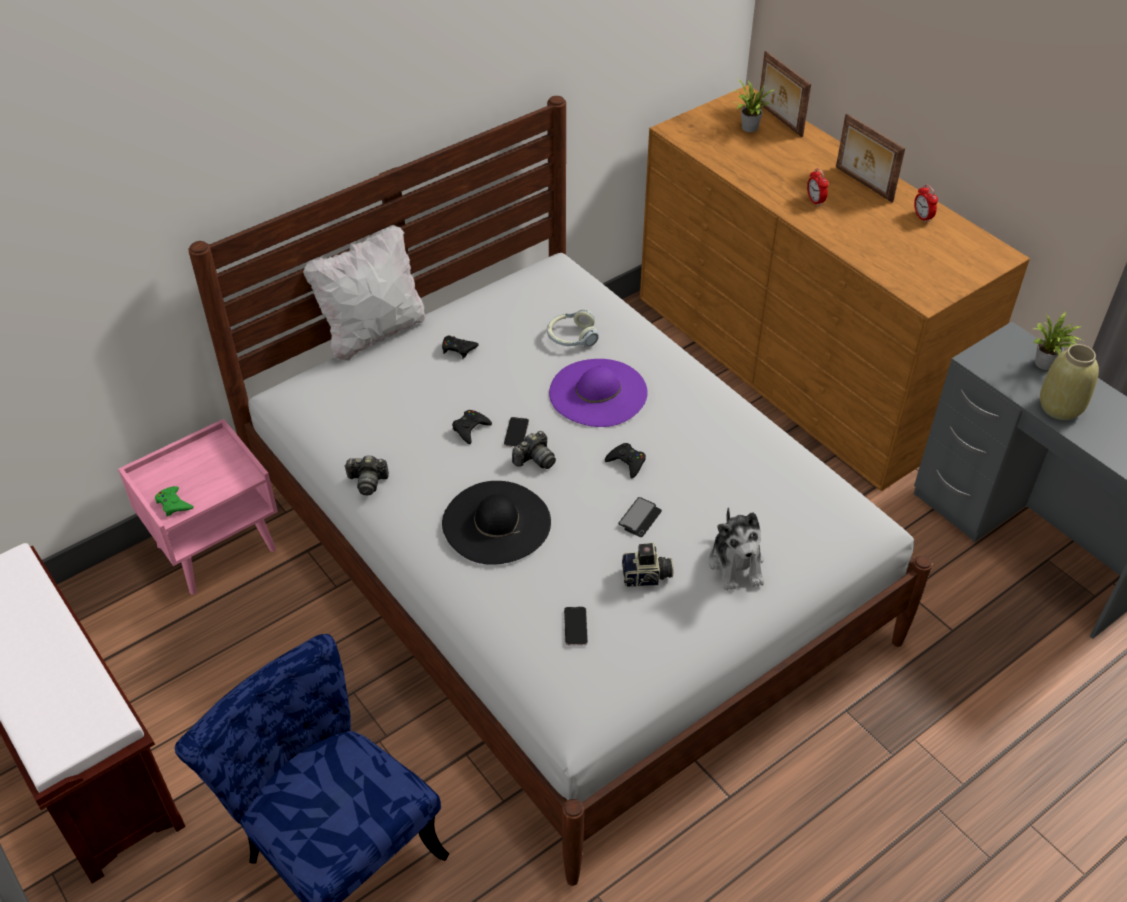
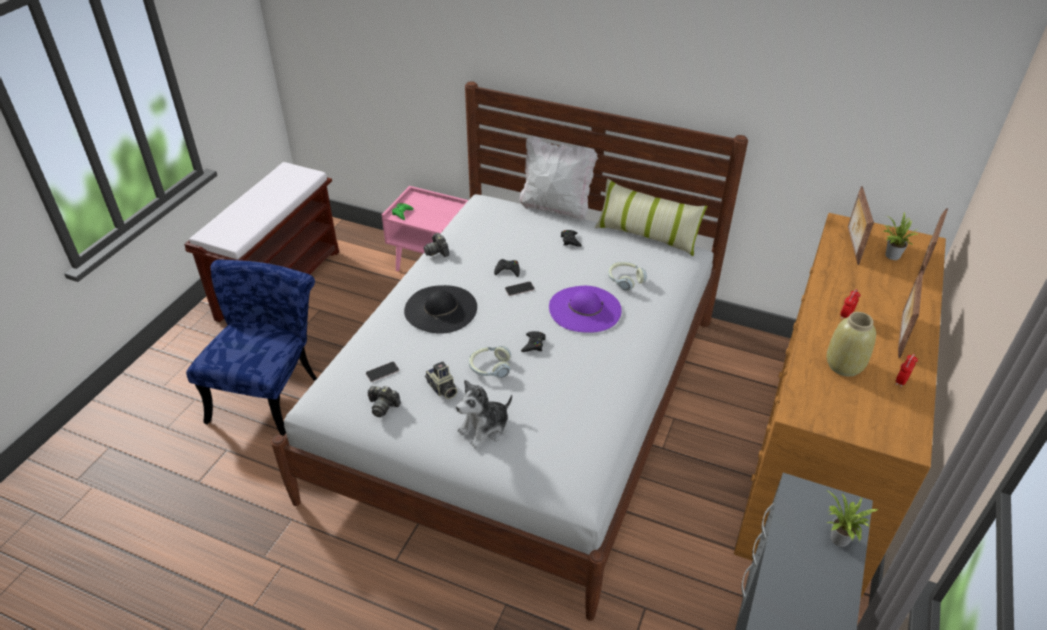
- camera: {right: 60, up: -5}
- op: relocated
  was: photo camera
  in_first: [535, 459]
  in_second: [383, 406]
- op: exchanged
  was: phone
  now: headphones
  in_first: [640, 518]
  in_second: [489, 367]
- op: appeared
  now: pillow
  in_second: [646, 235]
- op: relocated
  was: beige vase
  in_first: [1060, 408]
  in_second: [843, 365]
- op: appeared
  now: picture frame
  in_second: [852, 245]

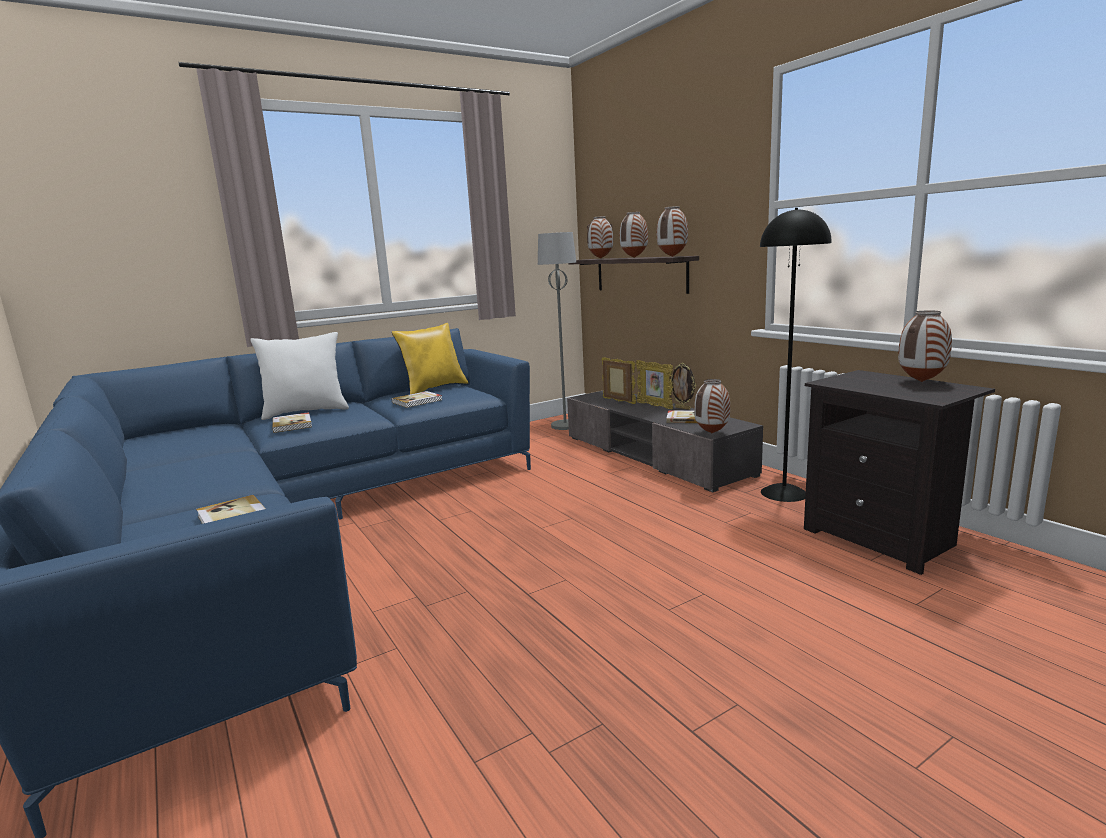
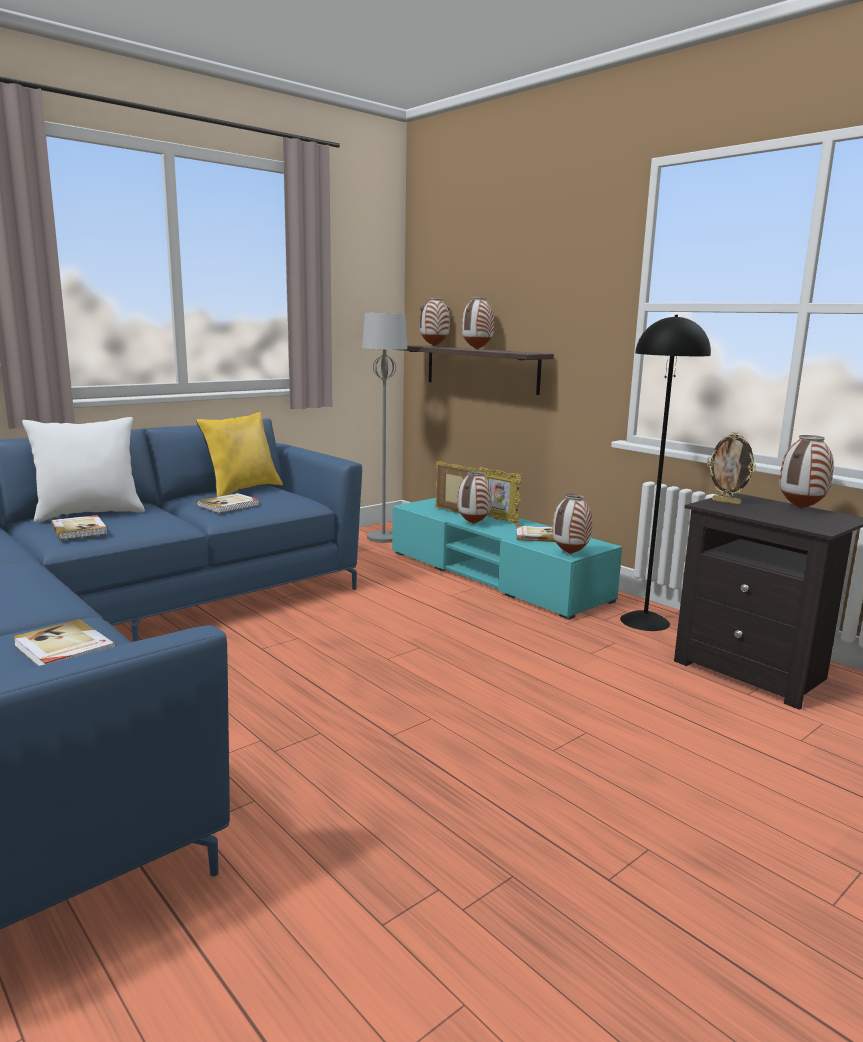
- camera: {right: -10, up: 0}
- op: colour
  was: grey tv stand
  now: turquoise tv stand
  in_first: [654, 455]
  in_second: [495, 575]
- op: relocated
  was: vase
  in_first: [672, 257]
  in_second: [473, 523]
- op: relocated
  was: picture frame
  in_first: [683, 408]
  in_second: [726, 502]

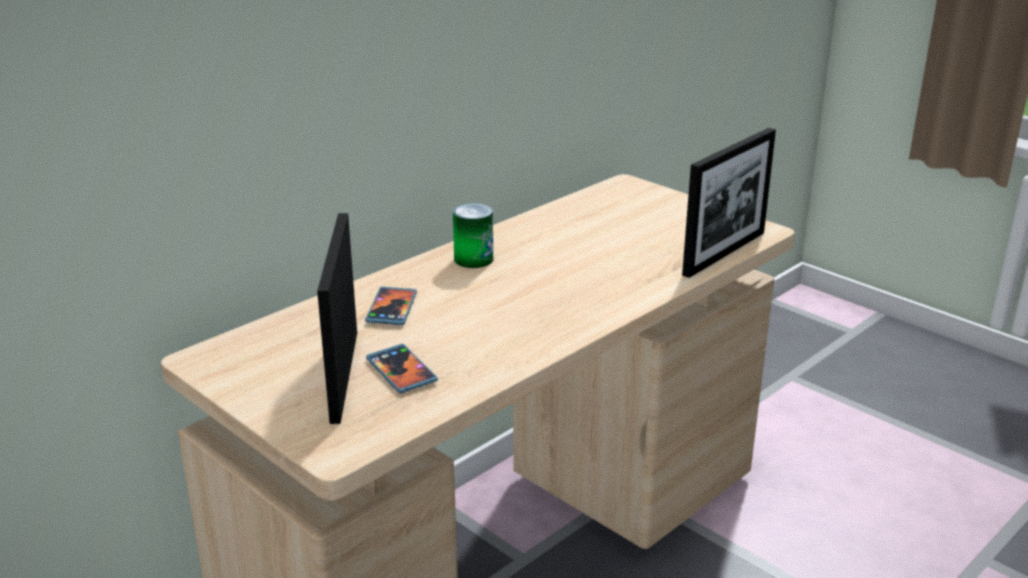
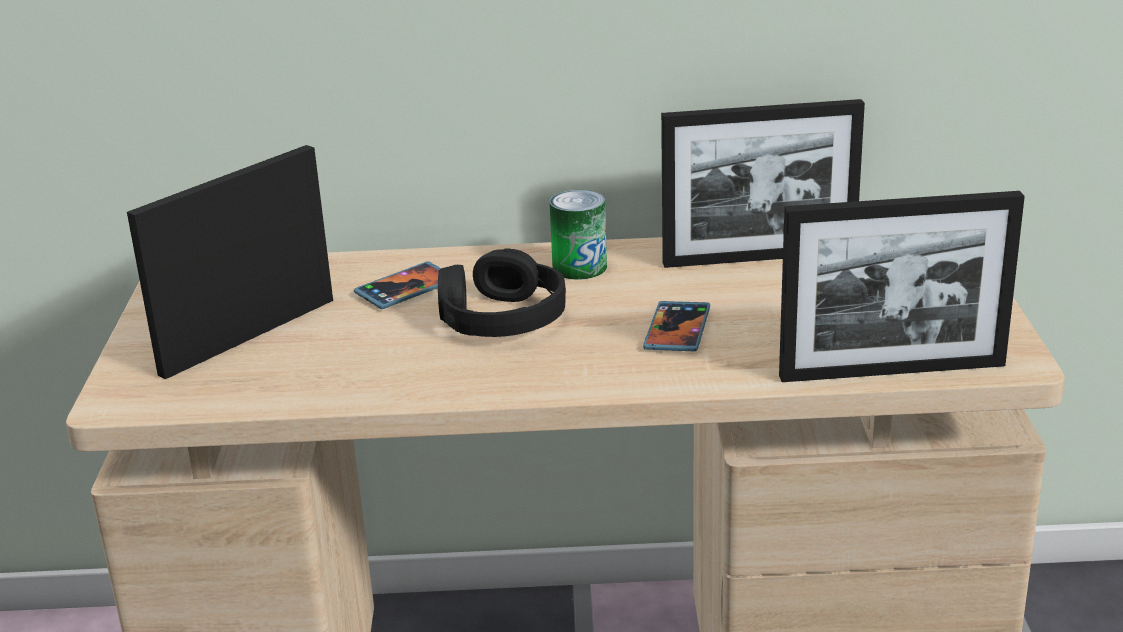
- camera: {right: 45, up: 0}
- op: appeared
  now: black headphones
  in_second: [501, 318]
- op: relocated
  was: phone
  in_first: [401, 371]
  in_second: [677, 330]
- op: appeared
  now: picture frame
  in_second: [759, 258]

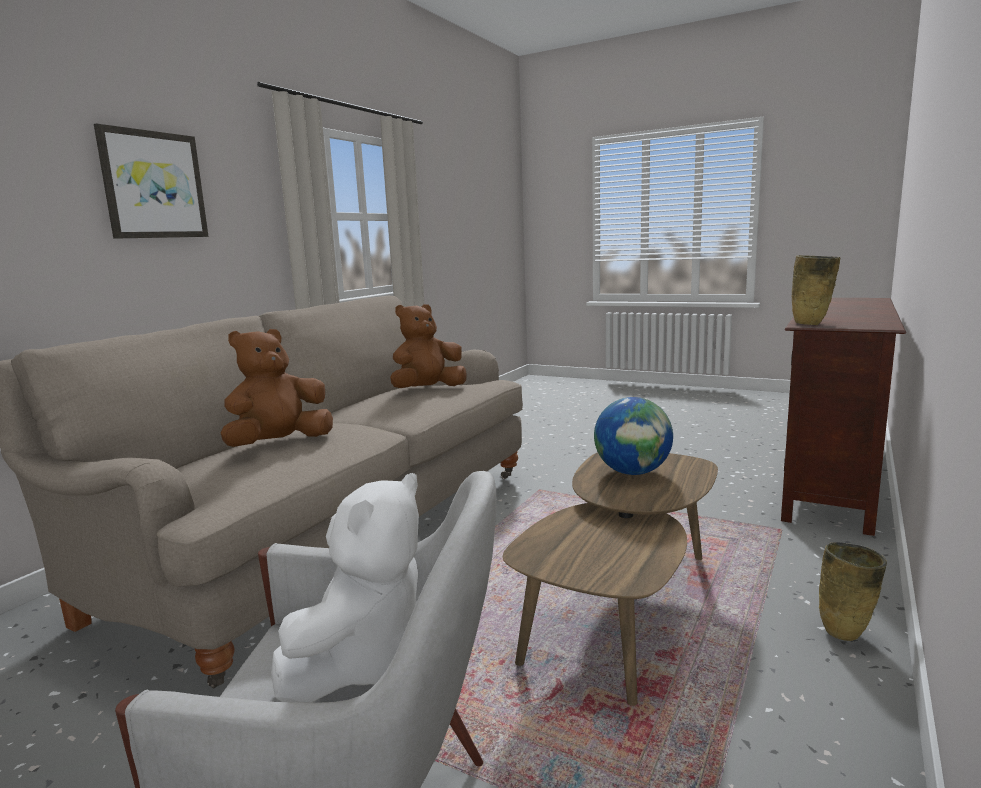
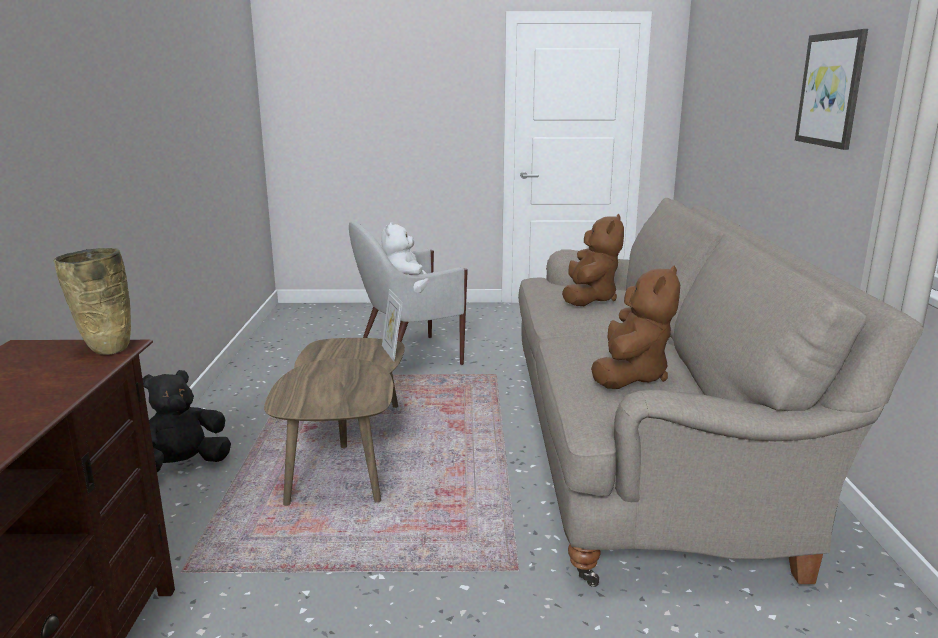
- camera: {right: 150, up: 5}
- op: exchanged
  was: beige vase
  now: black plush toy
  in_first: [846, 634]
  in_second: [183, 466]
- op: appeared
  now: picture frame
  in_second: [392, 352]
- op: missing
  was: globe
  in_first: [632, 472]

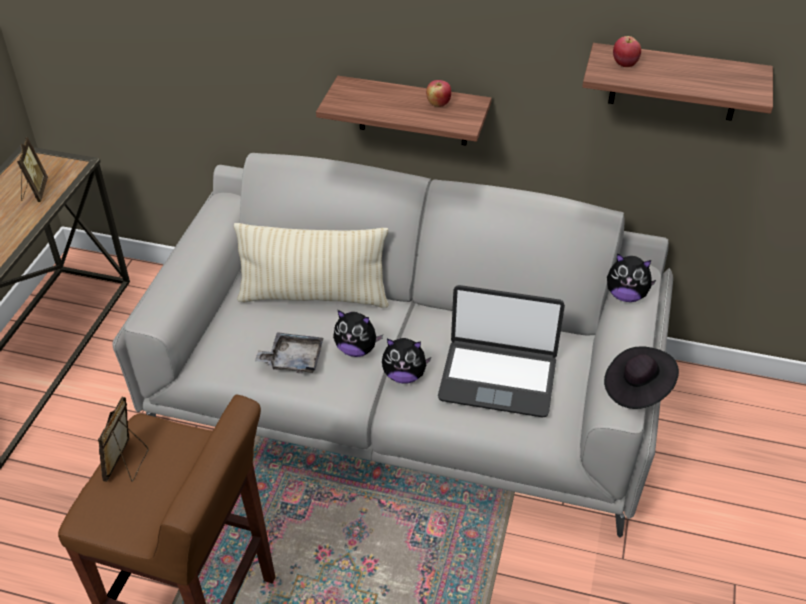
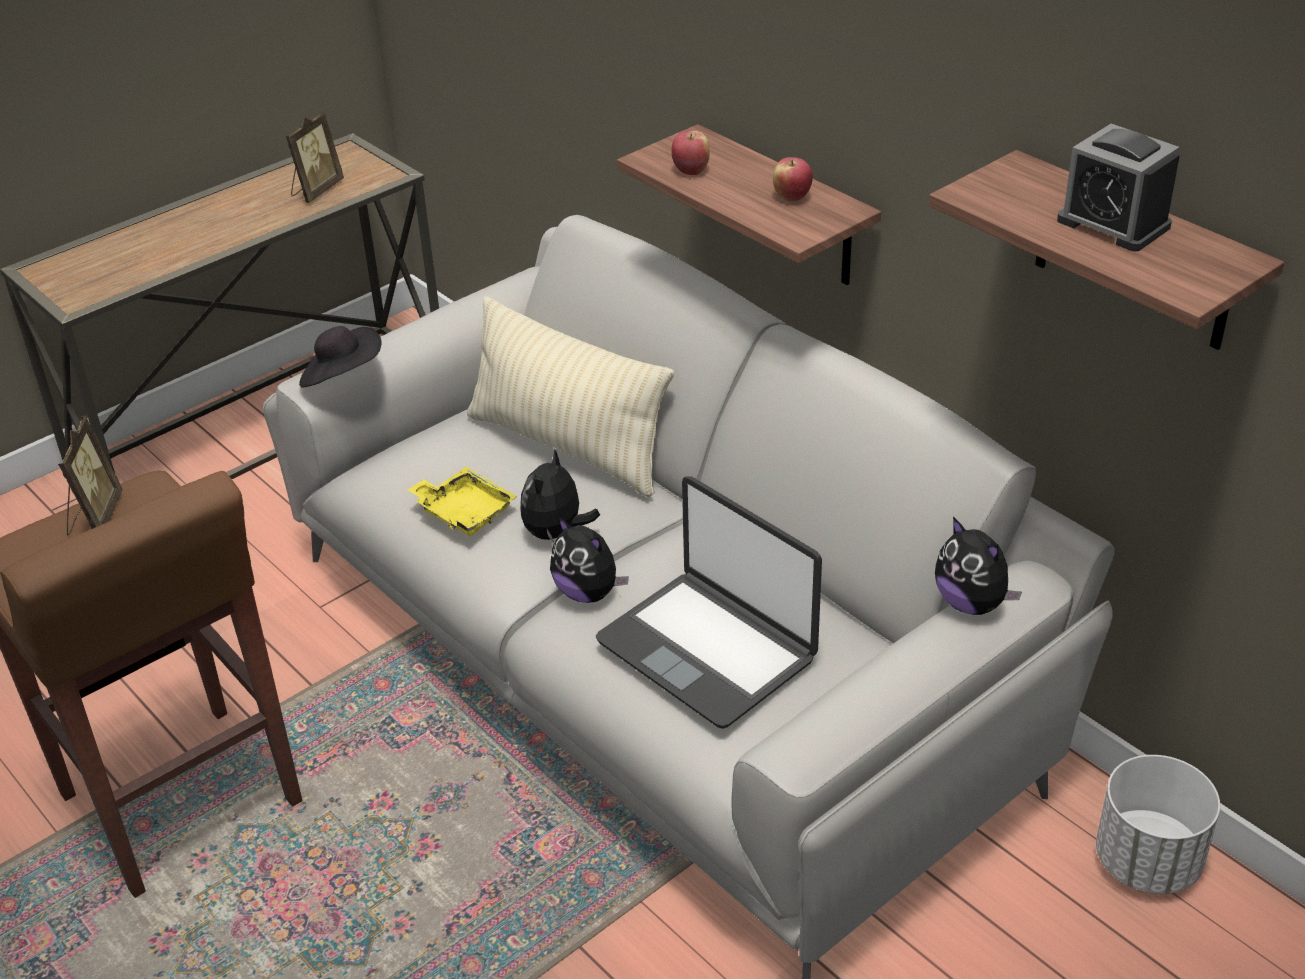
- camera: {right: 35, up: -5}
- op: spun
  was: picture frame
  in_first: [127, 463]
  in_second: [94, 518]
  clockwise: 135
- op: relocated
  was: black hat
  in_first: [637, 388]
  in_second: [342, 377]
- op: colour
  was: grey tray
  now: yellow tray
  in_first: [293, 359]
  in_second: [464, 511]
- op: spun
  was: plush toy
  in_first: [356, 349]
  in_second: [556, 533]
  clockwise: 60
- op: relocated
  was: apple
  in_first: [624, 64]
  in_second: [691, 171]
- op: appeared
  now: alarm clock
  in_second: [1113, 223]
- op: appeared
  now: white planter
  in_second: [1148, 861]

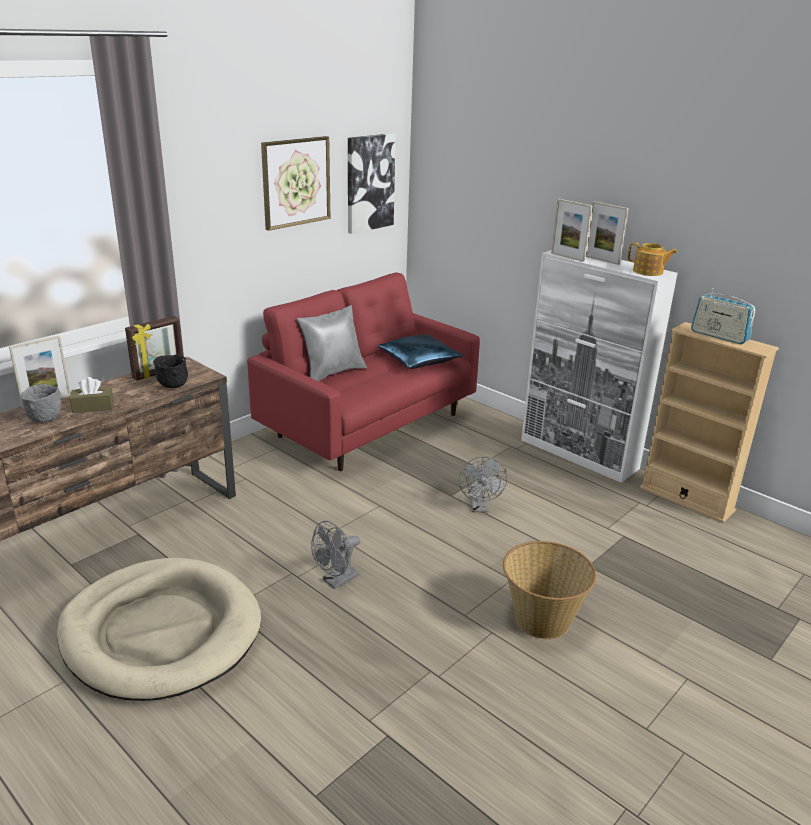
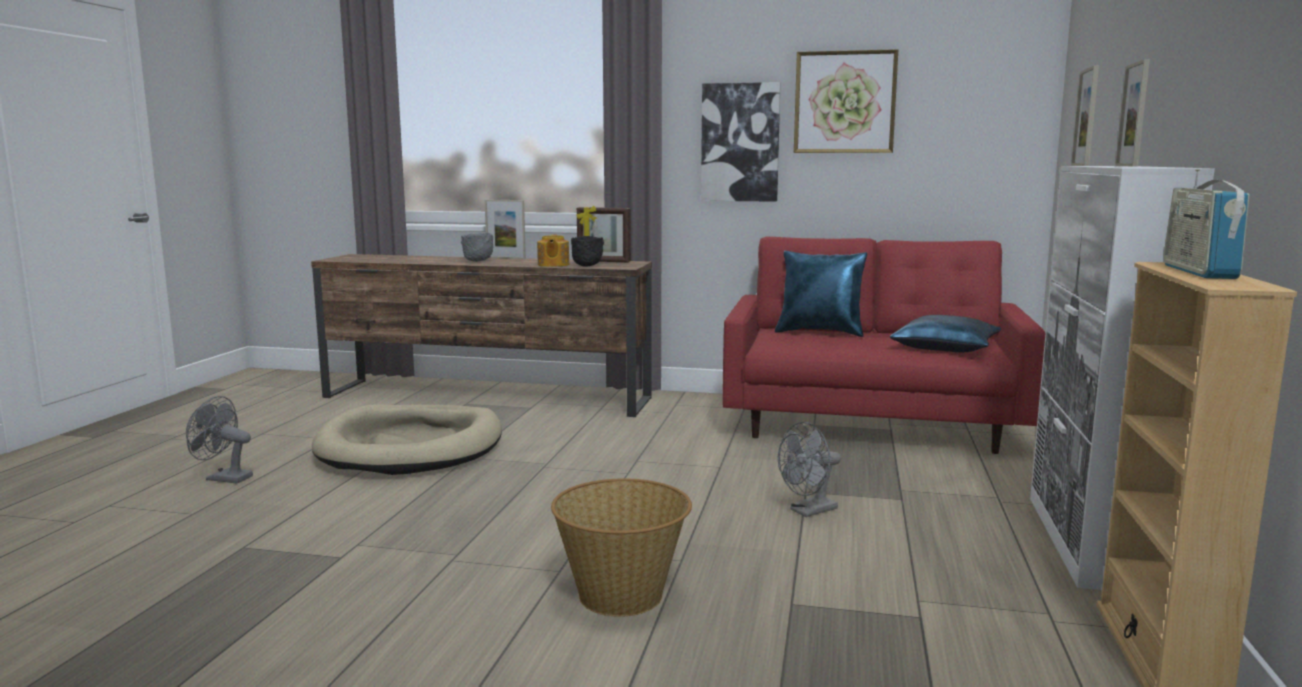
- camera: {right: 60, up: -15}
- op: relocated
  was: grey fan
  in_first: [336, 581]
  in_second: [223, 478]
- op: relocated
  was: teapot
  in_first: [648, 272]
  in_second: [553, 265]
- op: relocated
  was: picture
  in_first: [369, 183]
  in_second: [740, 142]
- op: colour
  was: grey pillow
  now: blue pillow
  in_first: [332, 373]
  in_second: [820, 332]
- op: missing
  was: brown tissue box
  in_first: [93, 407]

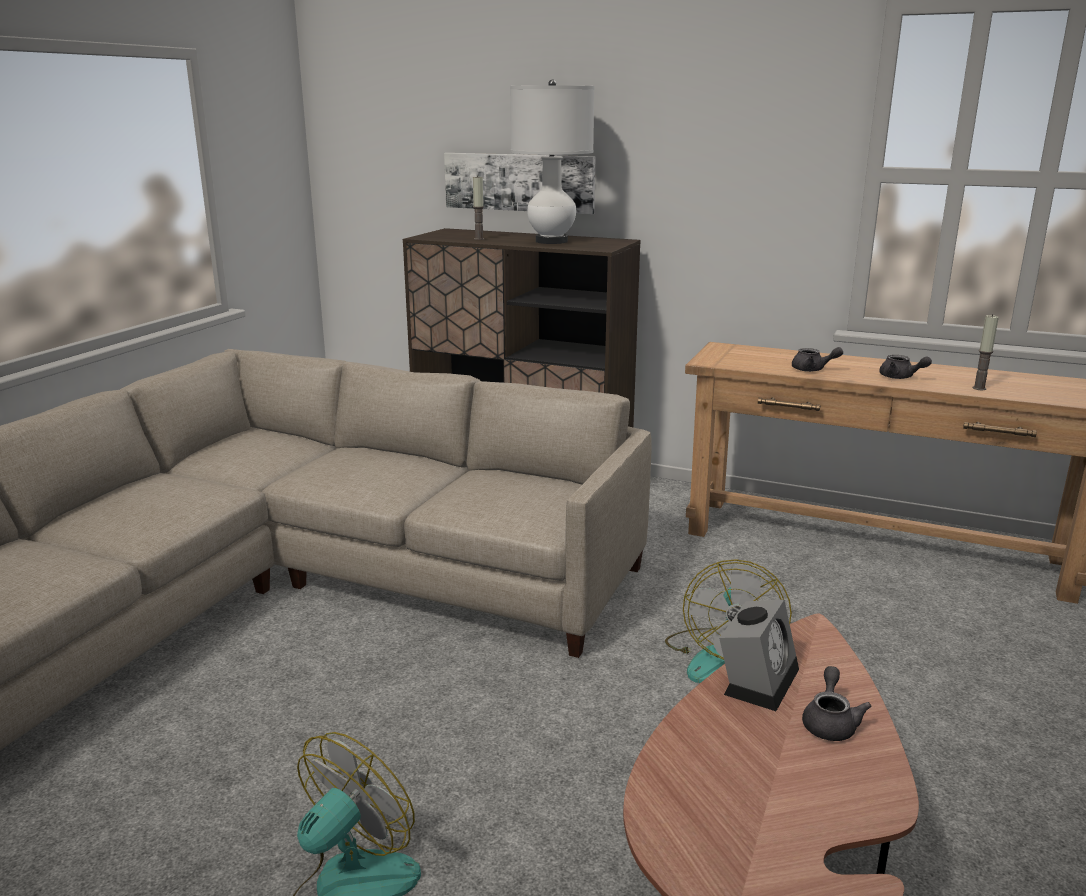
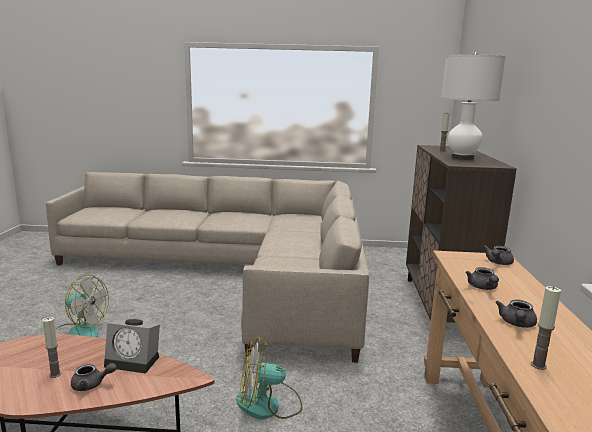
- camera: {right: 70, up: -5}
- op: appeared
  now: candle
  in_second: [55, 374]
- op: appeared
  now: grey teapot
  in_second: [497, 263]
- op: missing
  was: picture
  in_first: [519, 182]

